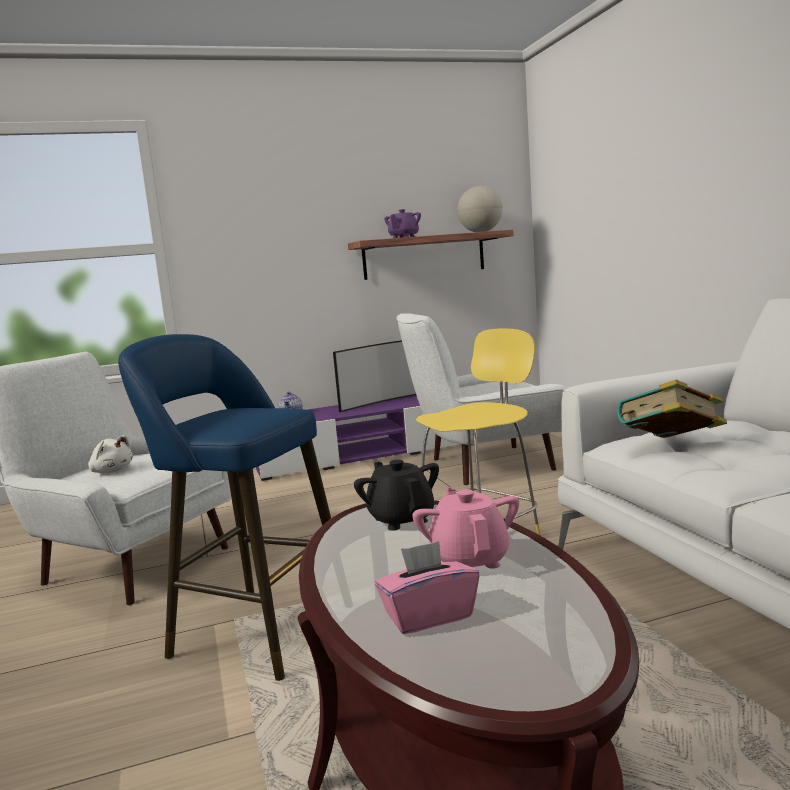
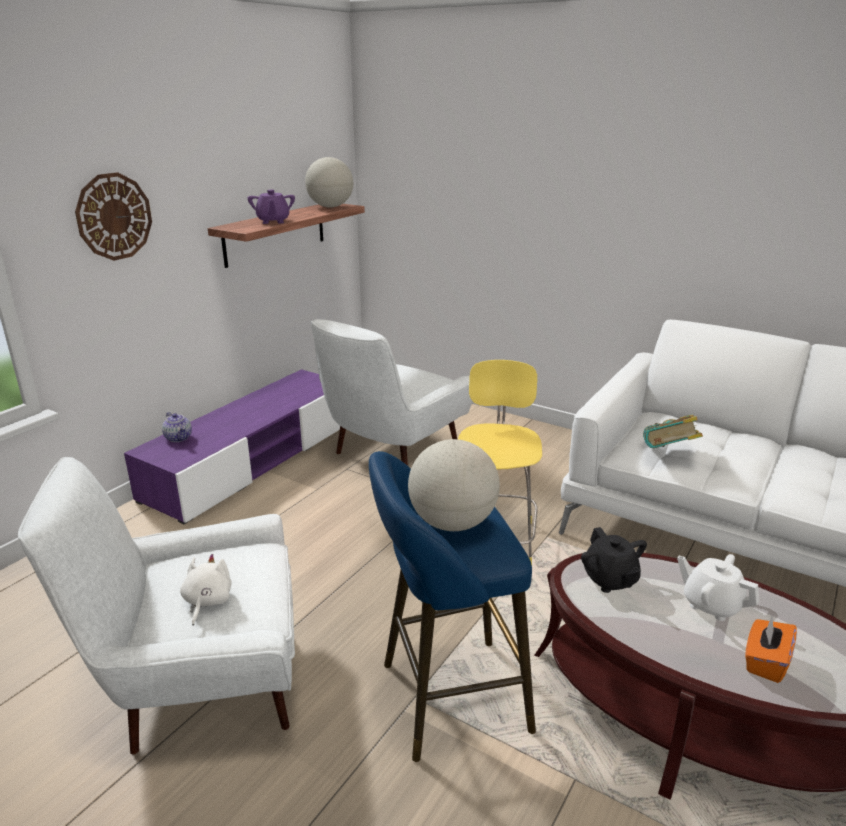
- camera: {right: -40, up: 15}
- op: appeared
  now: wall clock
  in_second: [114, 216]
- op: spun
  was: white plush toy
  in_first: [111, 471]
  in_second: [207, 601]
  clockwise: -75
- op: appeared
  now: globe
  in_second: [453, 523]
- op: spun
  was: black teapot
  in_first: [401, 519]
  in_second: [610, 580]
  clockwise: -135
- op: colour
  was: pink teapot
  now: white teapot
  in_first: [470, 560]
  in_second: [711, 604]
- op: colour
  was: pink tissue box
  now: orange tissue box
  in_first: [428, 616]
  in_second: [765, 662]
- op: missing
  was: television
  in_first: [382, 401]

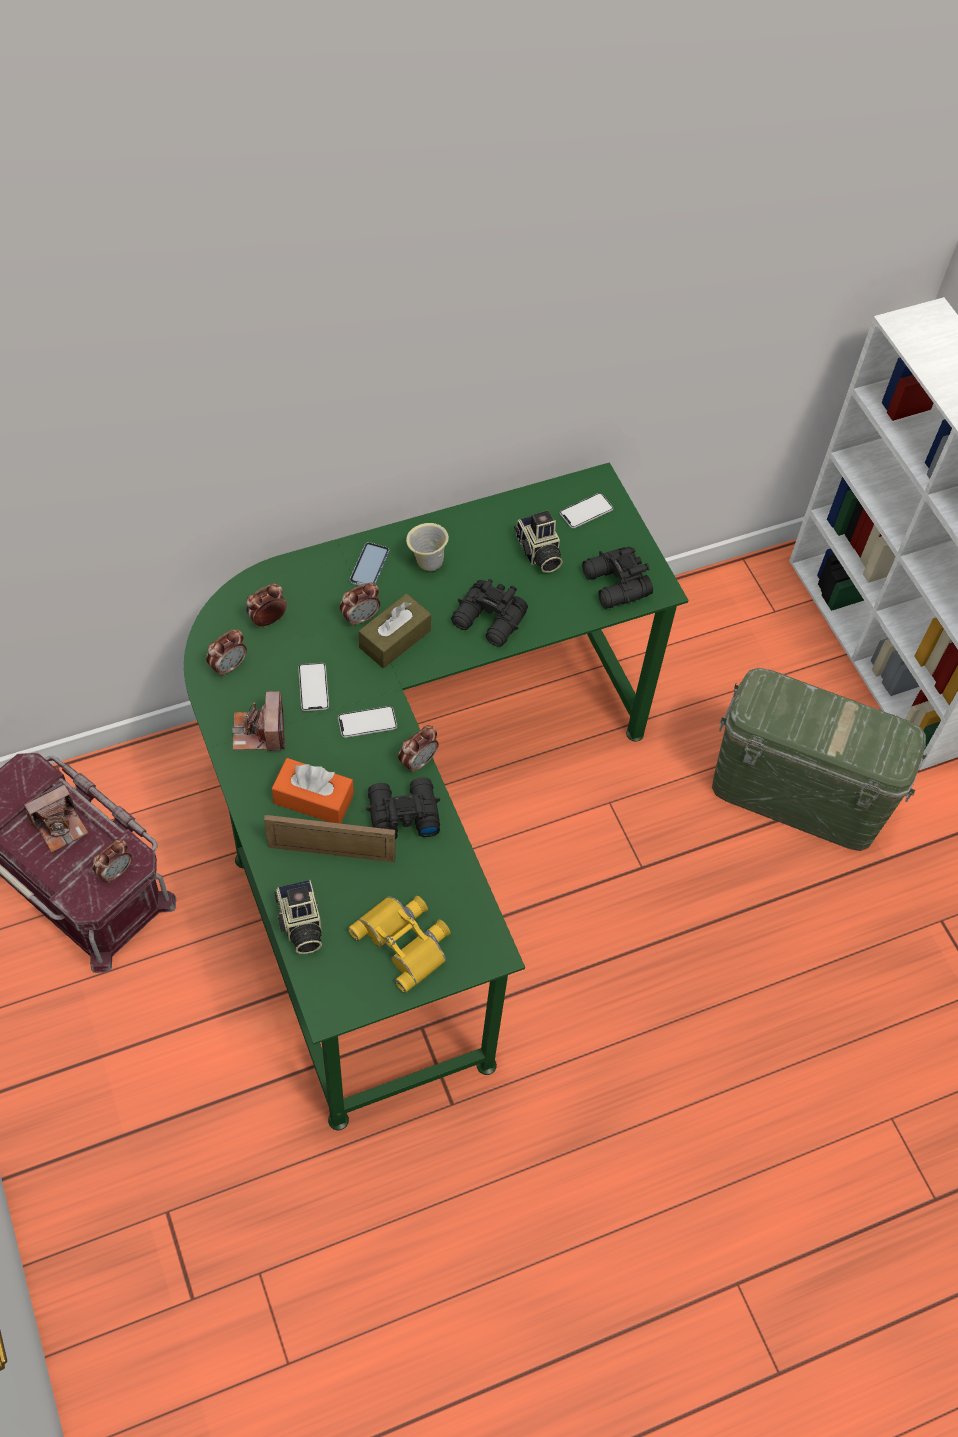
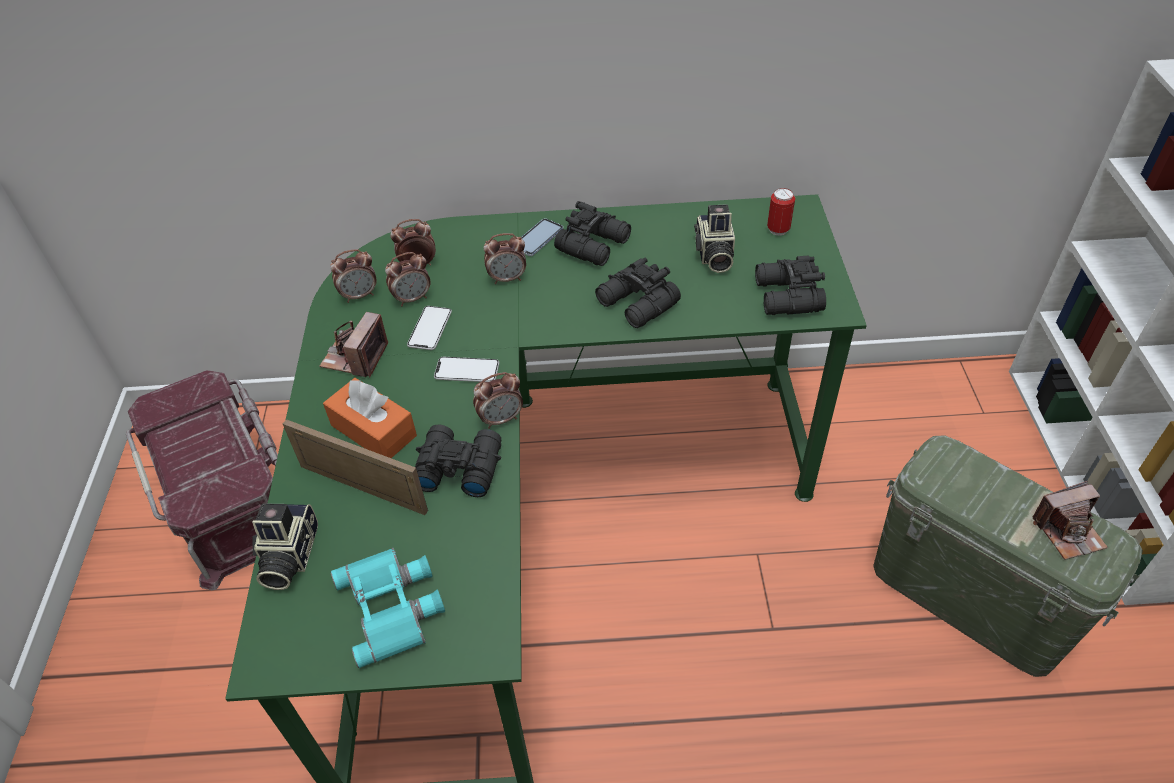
- camera: {right: 25, up: -10}
- op: colour
  was: yellow binoculars
  now: turquoise binoculars
  in_first: [405, 941]
  in_second: [393, 606]
- op: relocated
  was: alarm clock
  in_first: [115, 871]
  in_second: [412, 298]
- op: exchanged
  was: beige mug
  now: black binoculars
  in_first: [426, 563]
  in_second: [595, 245]
- op: exchanged
  was: phone
  now: can
  in_first: [586, 511]
  in_second: [778, 229]
- op: relocated
  was: photo camera
  in_first: [60, 825]
  in_second: [1068, 532]
- op: missing
  was: brown tissue box
  in_first: [395, 639]

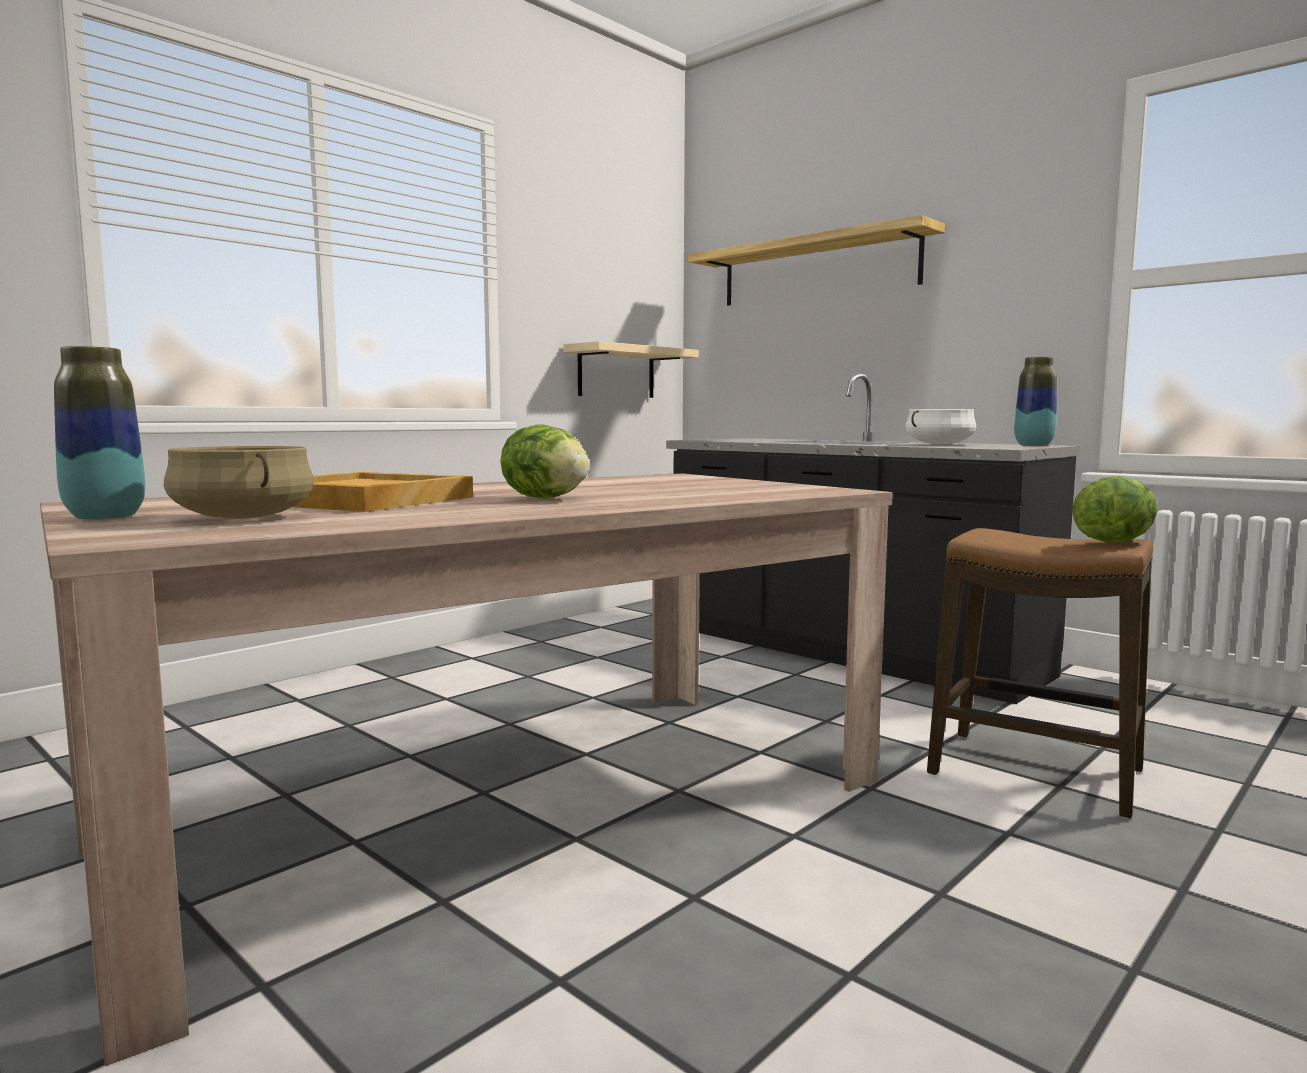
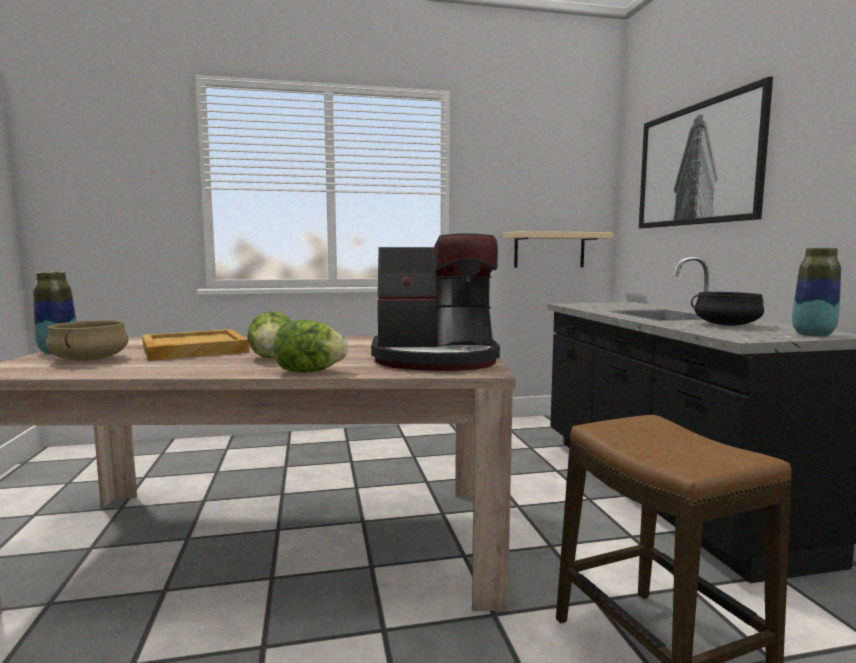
- camera: {right: 35, up: 0}
- op: relocated
  was: lettuce
  in_first: [1114, 542]
  in_second: [309, 372]
- op: appeared
  now: coffee machine
  in_second: [436, 359]
- op: exchanged
  was: shelf
  now: picture
  in_first: [817, 269]
  in_second: [698, 165]
- op: colour
  was: white cooking pot
  now: black cooking pot
  in_first: [939, 444]
  in_second: [727, 325]

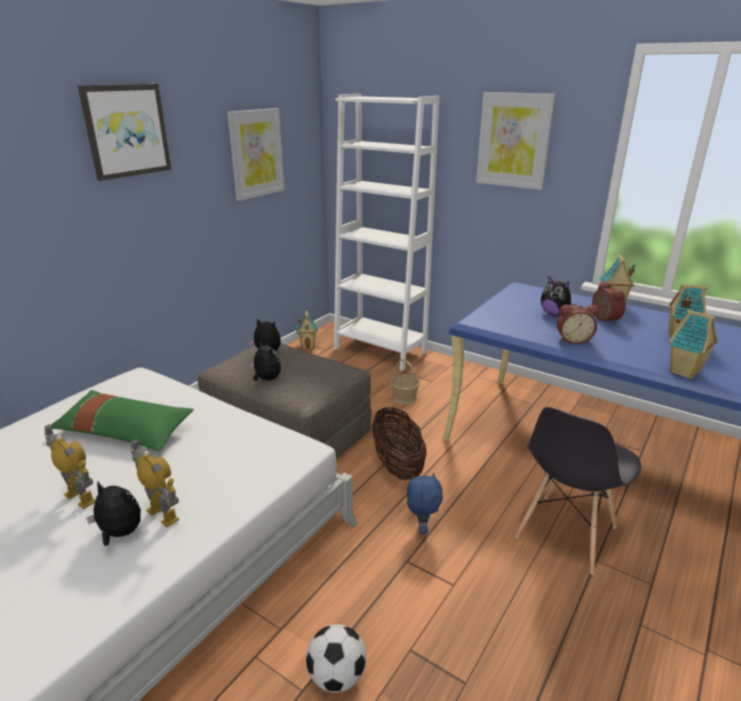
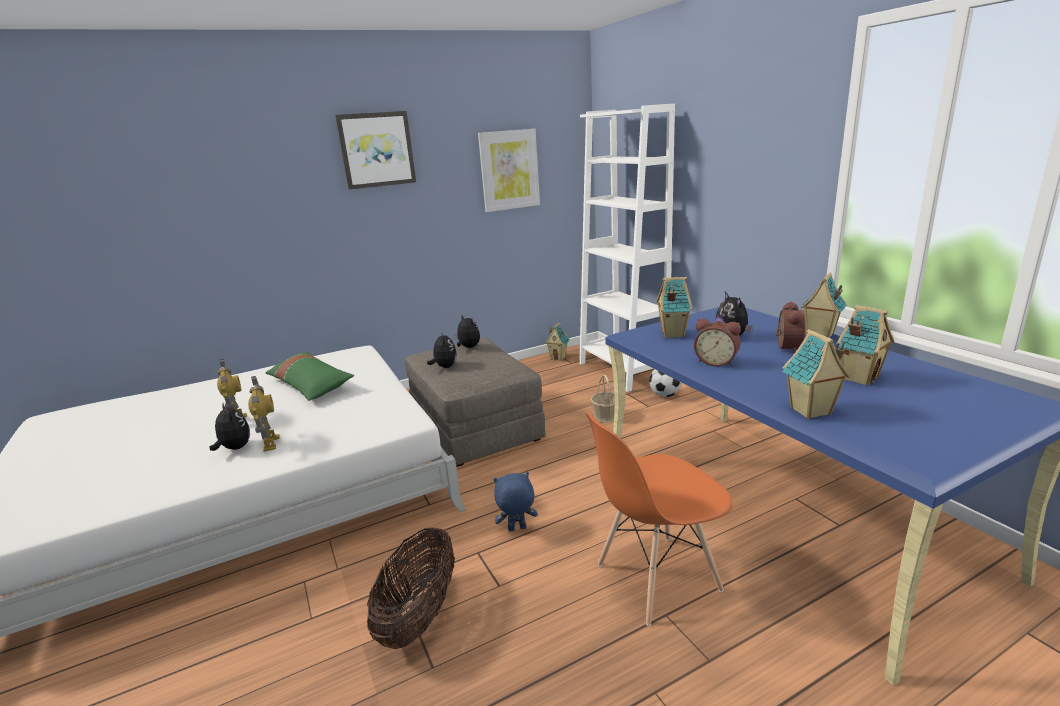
- camera: {right: 30, up: -5}
- op: relocated
  was: basket
  in_first: [397, 465]
  in_second: [419, 616]
- op: spun
  was: blue plush toy
  in_first: [422, 527]
  in_second: [517, 529]
  clockwise: -135
- op: colour
  was: grey chair
  now: orange chair
  in_first: [565, 533]
  in_second: [656, 578]
- op: relocated
  was: football
  in_first: [336, 676]
  in_second: [665, 395]
- op: appeared
  now: toy house
  in_second: [672, 334]
- op: missing
  was: picture
  in_first: [514, 140]

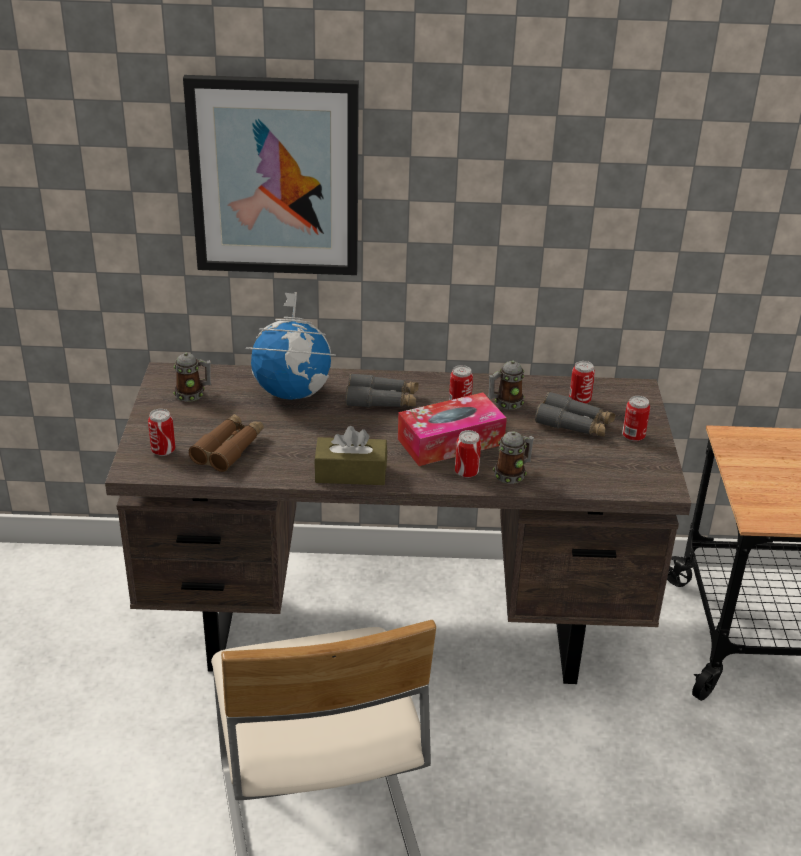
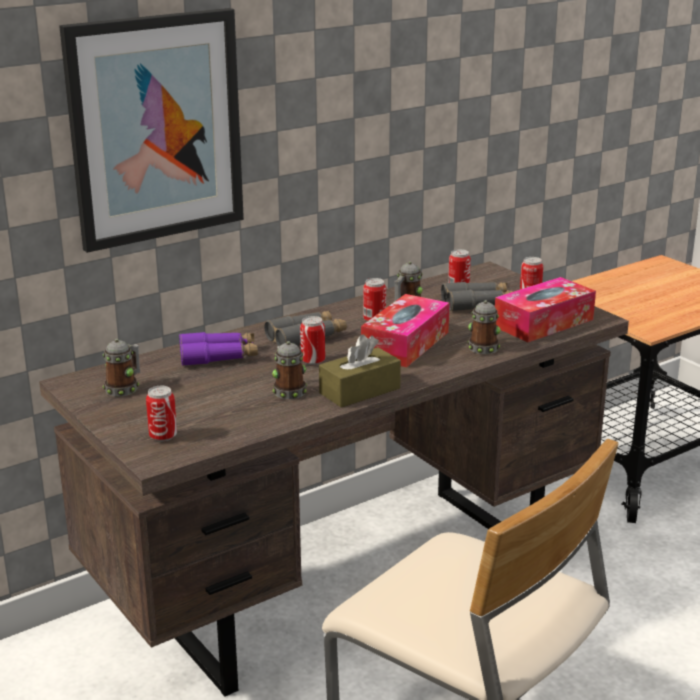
- camera: {right: -35, up: -10}
- op: exchanged
  was: globe
  now: purple binoculars
  in_first: [293, 392]
  in_second: [219, 357]
- op: appeared
  now: mug
  in_second: [288, 390]
- op: relocated
  was: can
  in_first: [466, 472]
  in_second: [313, 361]
- op: appeared
  now: tissue box
  in_second: [543, 323]
- op: missing
  was: brown binoculars
  in_first: [229, 449]

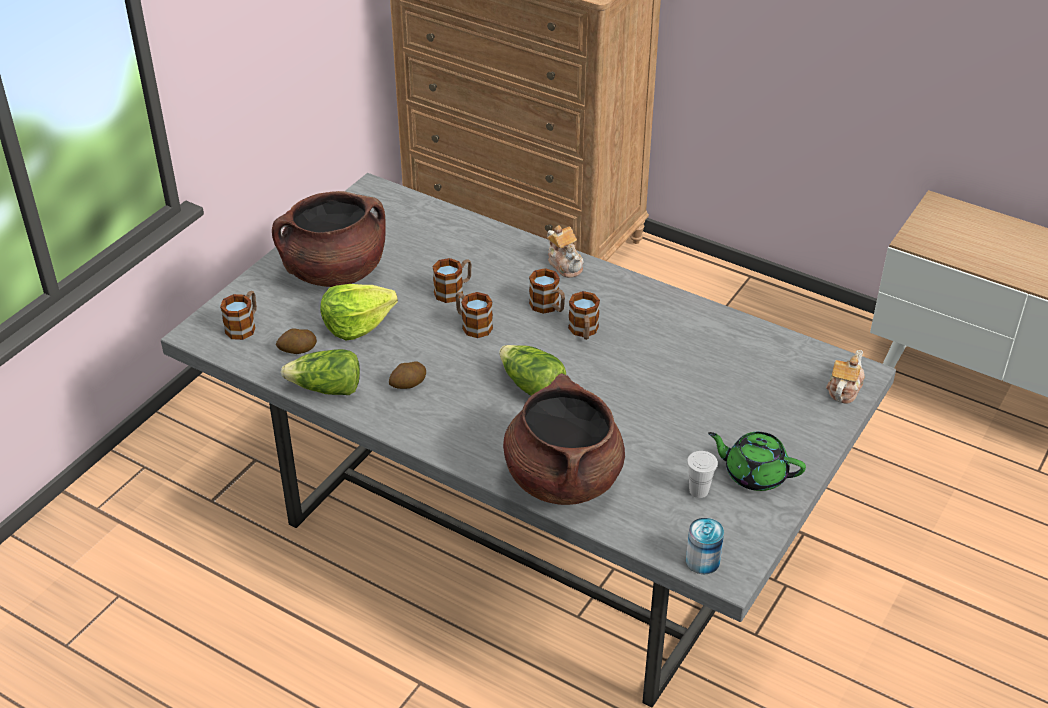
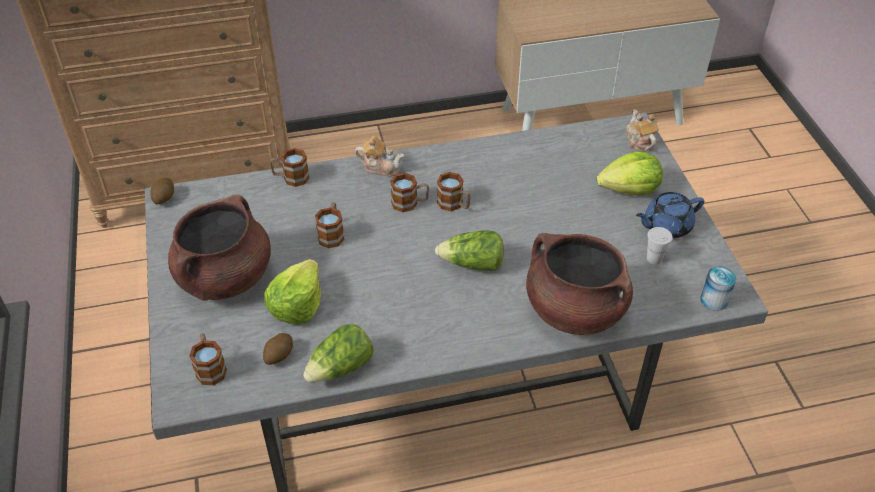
- camera: {right: -45, up: 5}
- op: relocated
  was: potato
  in_first: [408, 384]
  in_second: [164, 198]
- op: relocated
  was: mug
  in_first: [472, 325]
  in_second: [290, 178]
- op: appeared
  now: lettuce
  in_second: [630, 189]
- op: colour
  was: green teapot
  now: blue teapot
  in_first: [754, 474]
  in_second: [666, 226]

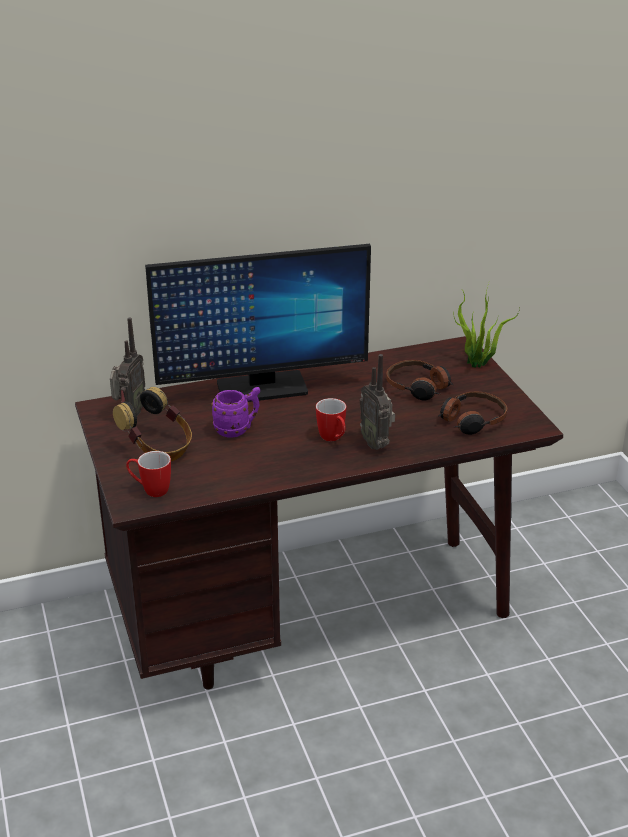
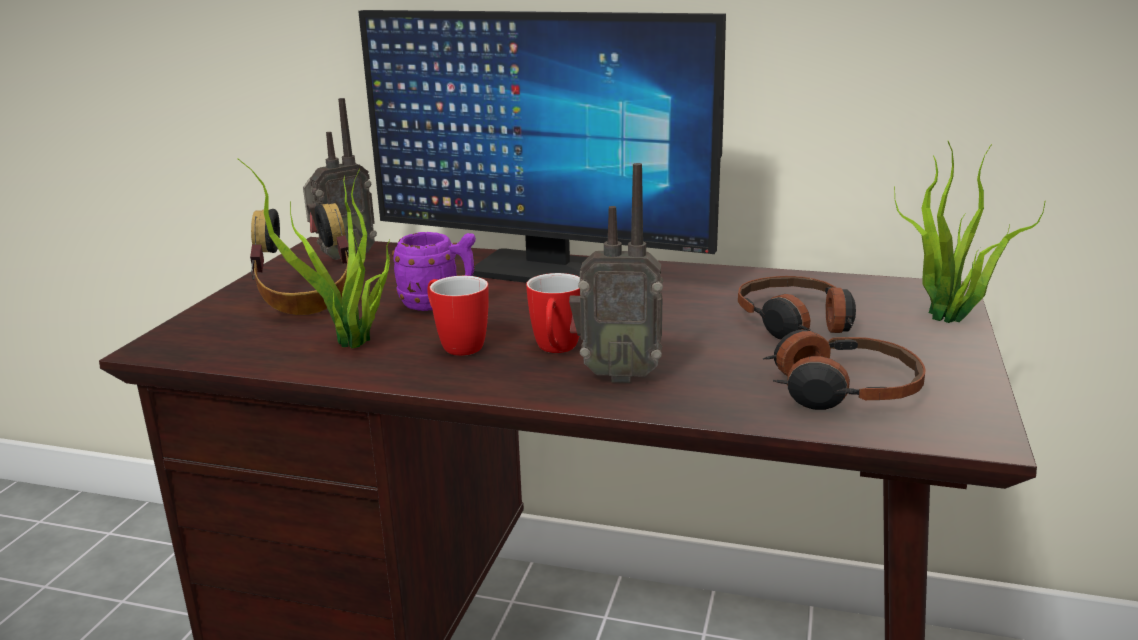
- camera: {right: 35, up: -10}
- op: appeared
  now: potted plant
  in_second: [351, 344]
- op: relocated
  was: mug
  in_first: [150, 490]
  in_second: [456, 344]
- op: spun
  was: radio
  in_first: [376, 443]
  in_second: [617, 374]
  clockwise: -90

